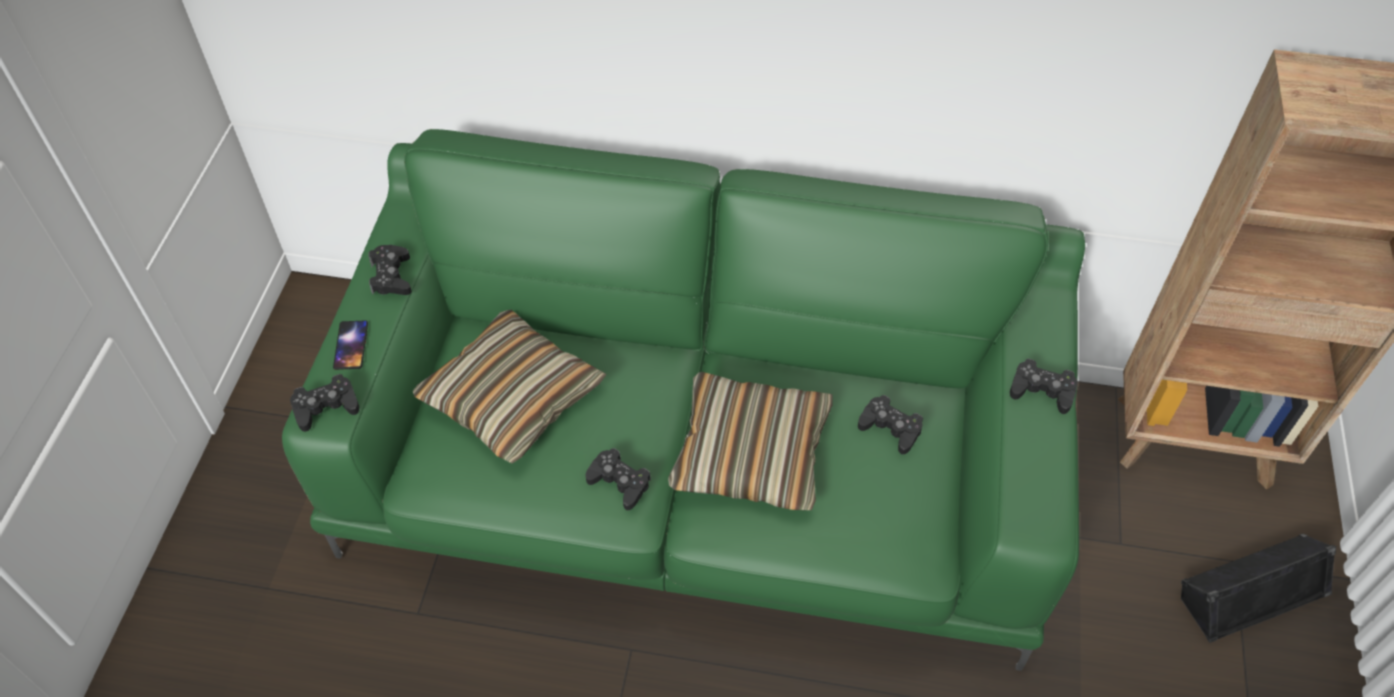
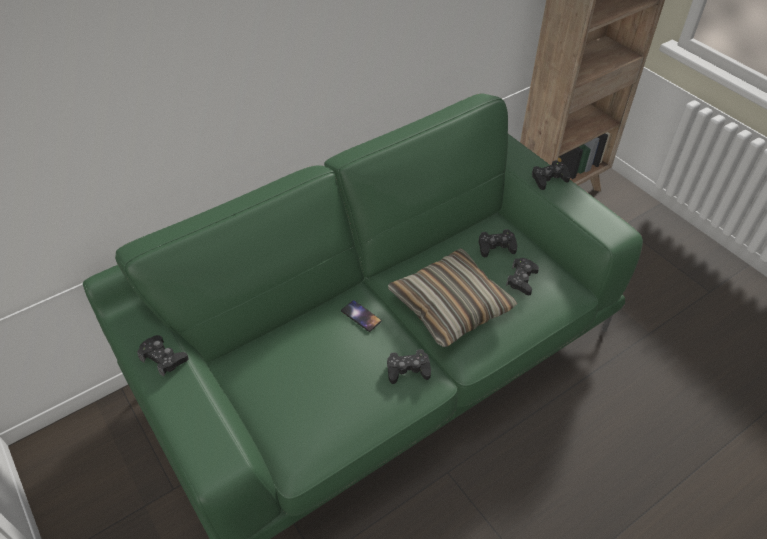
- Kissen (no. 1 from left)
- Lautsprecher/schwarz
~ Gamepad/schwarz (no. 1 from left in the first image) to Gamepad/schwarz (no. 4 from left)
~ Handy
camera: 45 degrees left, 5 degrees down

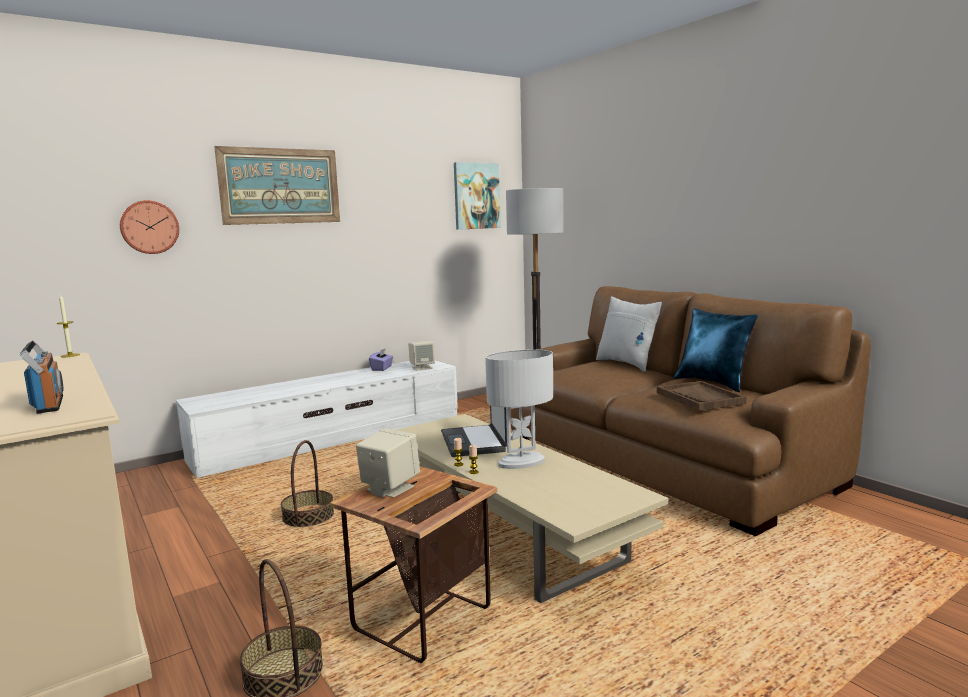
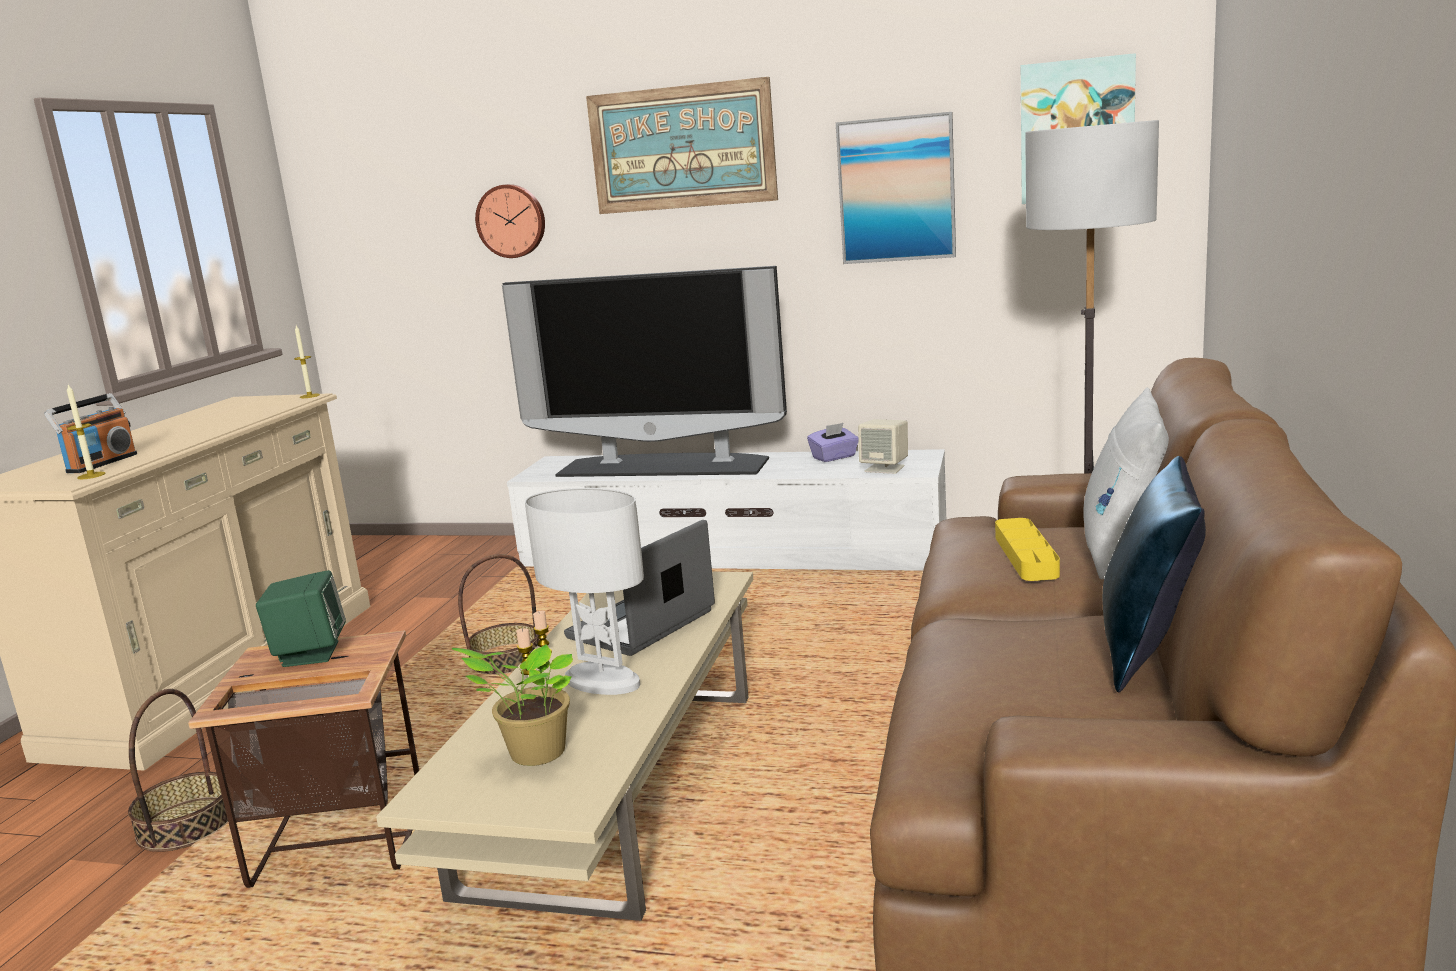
- Tablett/braun
+ Kerze (no. 1 from left)
+ Topfpflanze
+ Fernseher
+ Bild (no. 2 from left)
+ Tablett/gelb
~ Lautsprecher/beige (no. 1 from left) to Lautsprecher/grün
camera: 50 degrees right, 5 degrees up

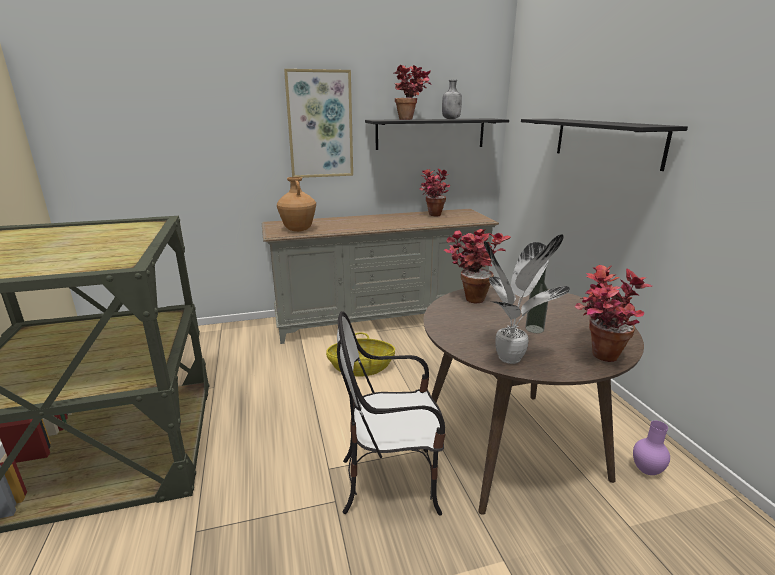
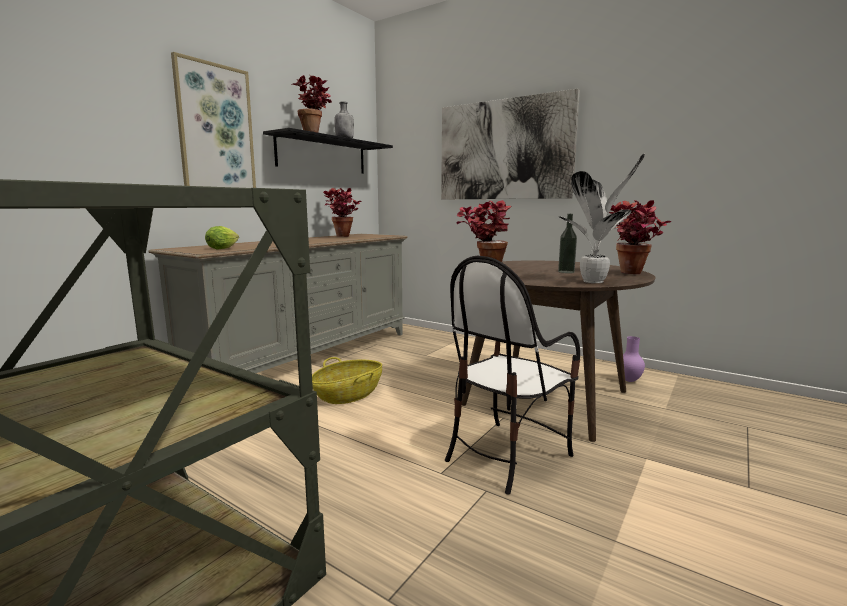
~ Vase/braun to Salatkopf
~ Wandregal/schwarz (no. 2 from left) to Bild (no. 2 from left)
camera: 40 degrees left, 10 degrees down

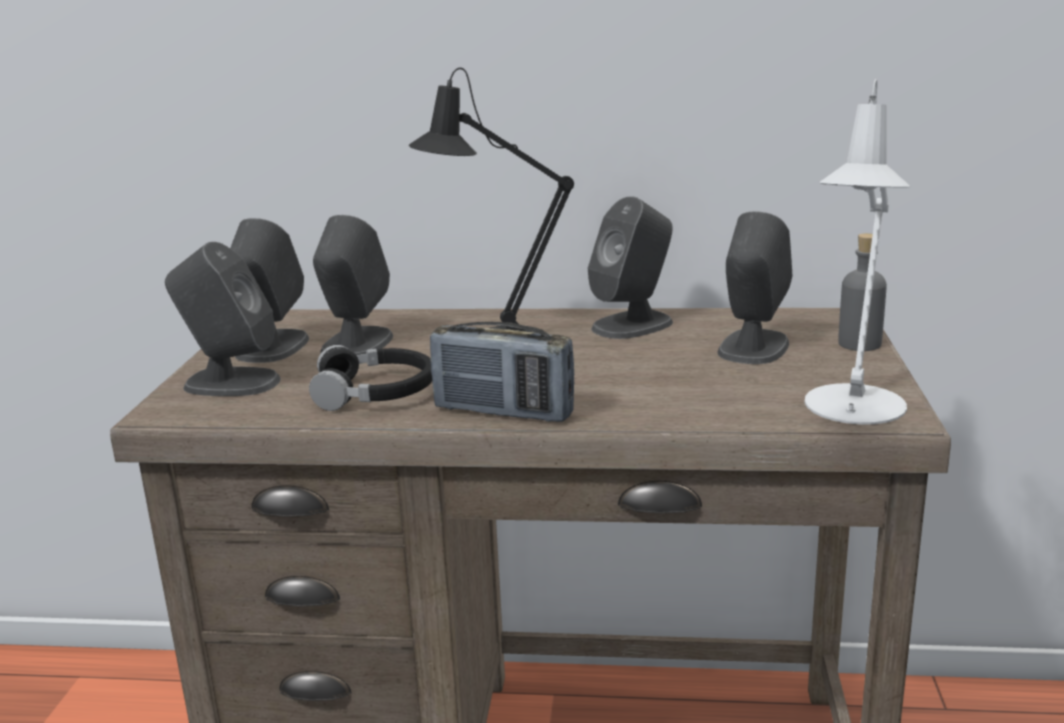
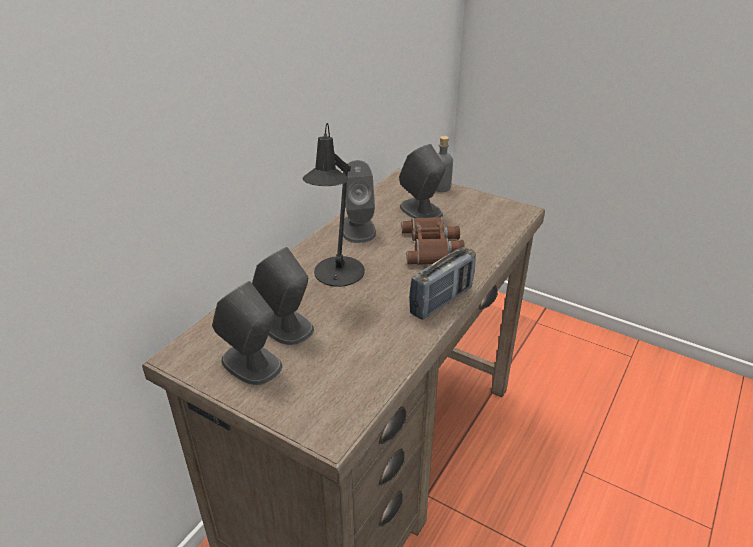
- Lautsprecher/grau (no. 1 from left)
- Kopfhörer/schwarz
- Tischlampe/weiß
+ Fernglas/braun
camera: 65 degrees left, 15 degrees up

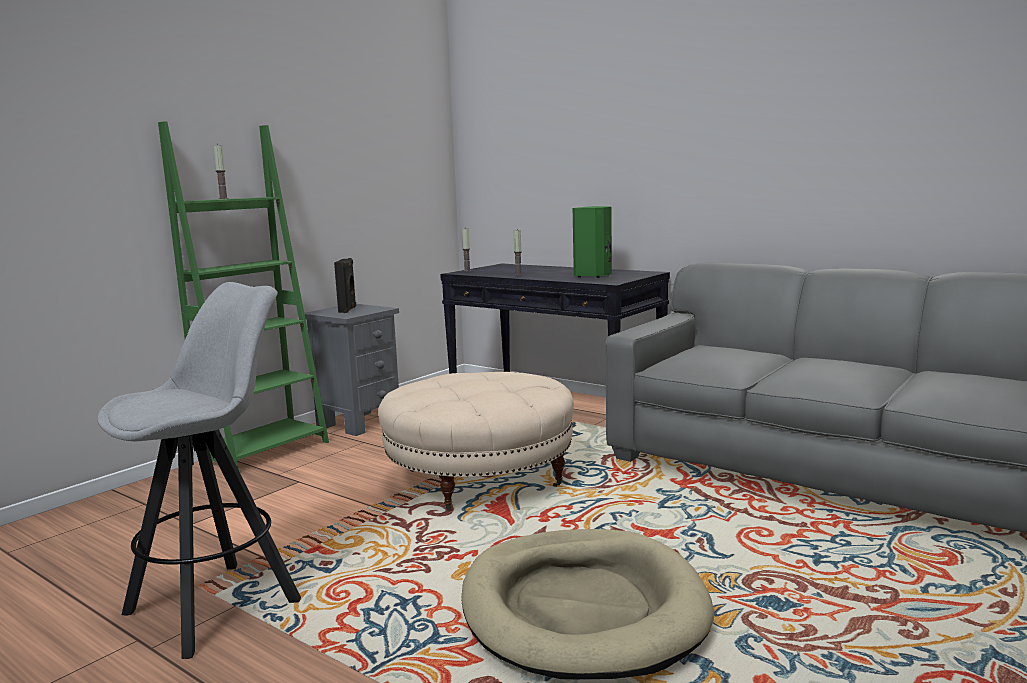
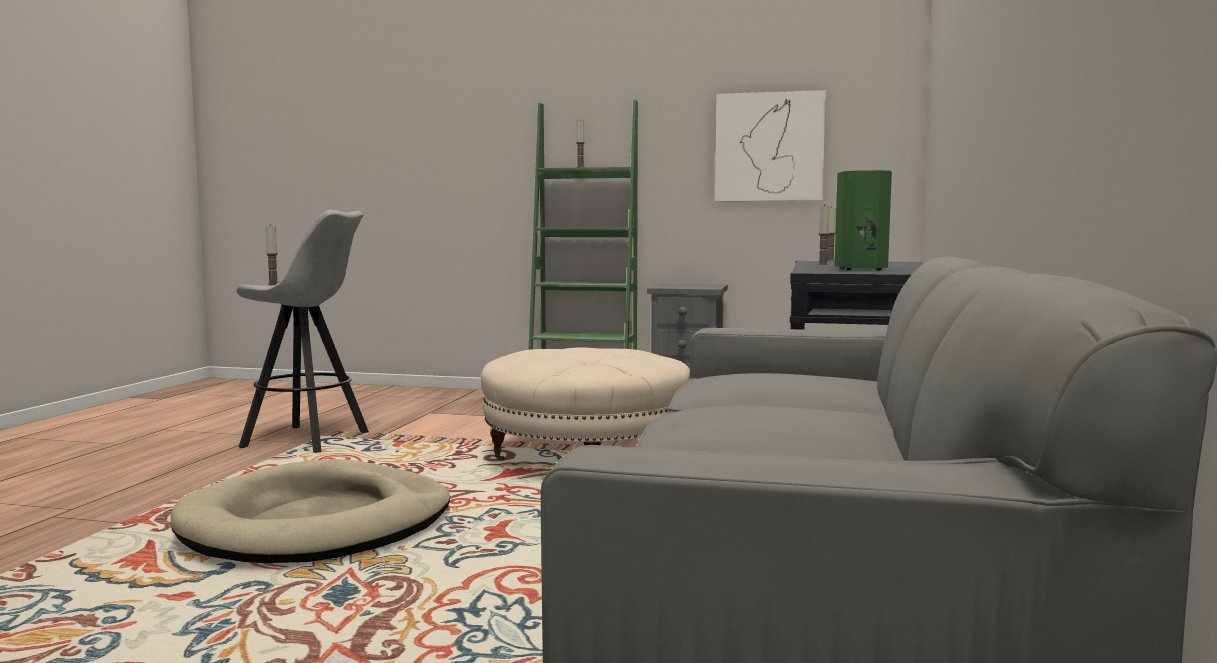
- Lautsprecher/schwarz
+ Kerze (no. 1 from left)
+ Bild
camera: 65 degrees right, 5 degrees down

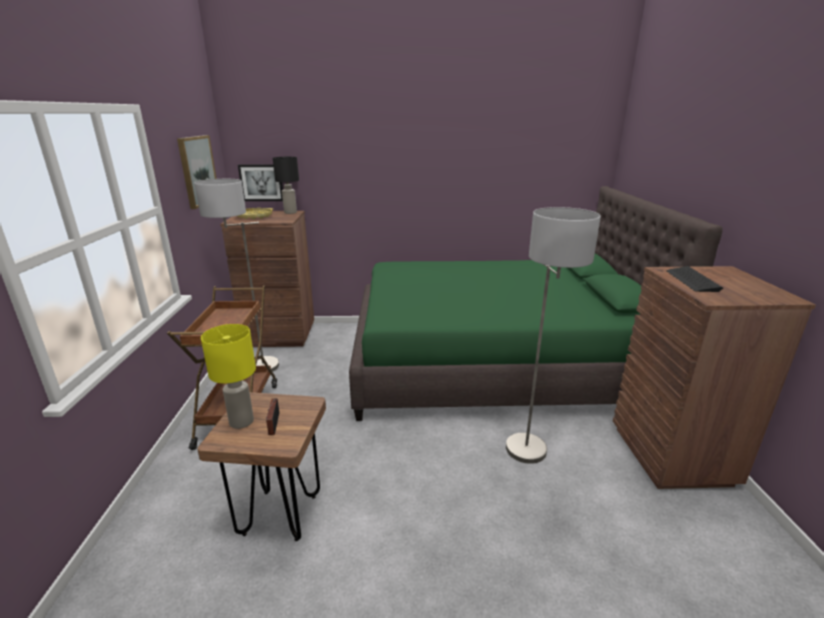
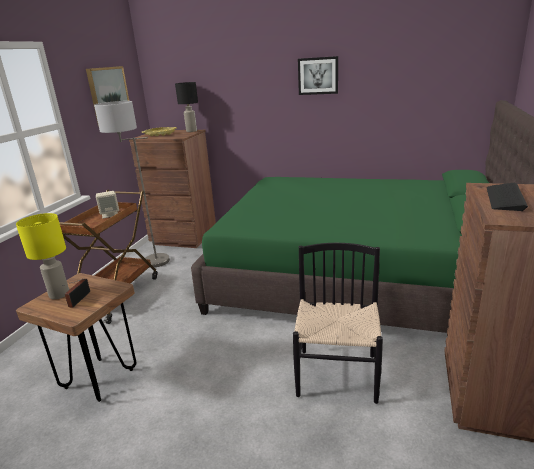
+ Lautsprecher/beige
~ Bild (no. 2 from left)
~ Stehlampe/grau (no. 2 from left) to Stuhl/schwarz
camera: 20 degrees right, 0 degrees up

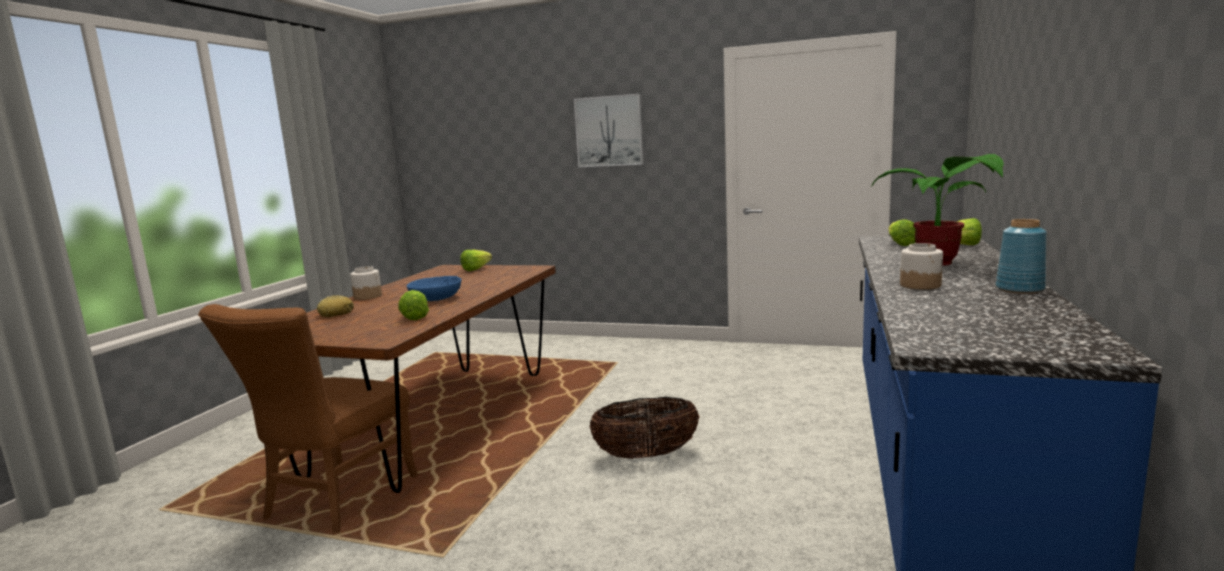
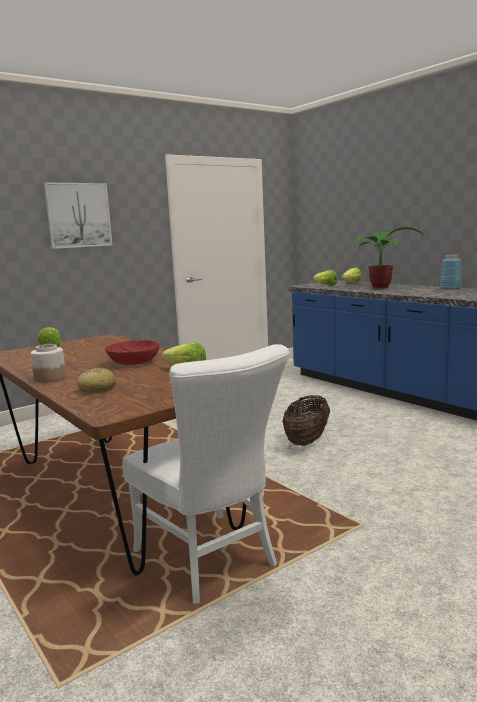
- Vorratsglas (no. 2 from left)
~ Stuhl/braun to Stuhl/weiß
~ Schüssel/blau to Schüssel/rot
camera: 55 degrees left, 0 degrees up

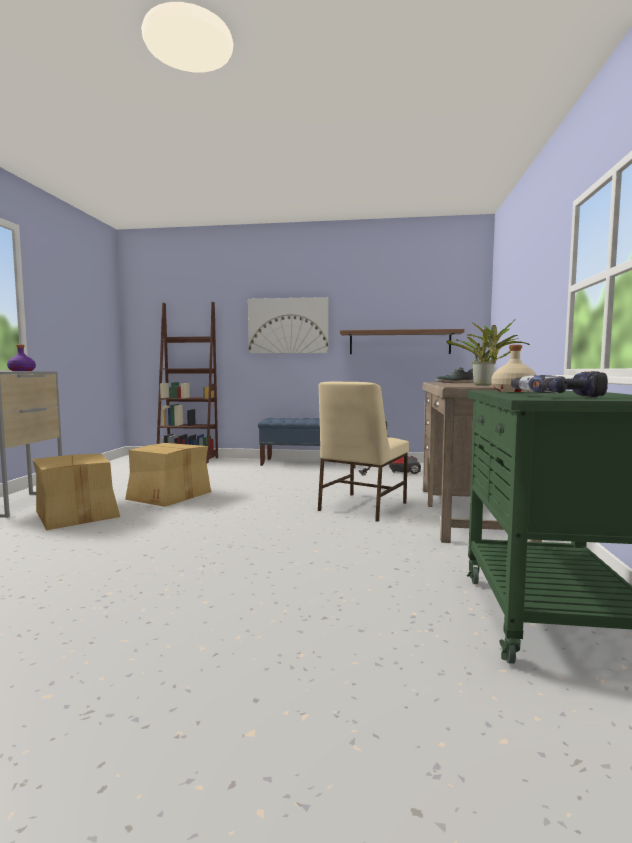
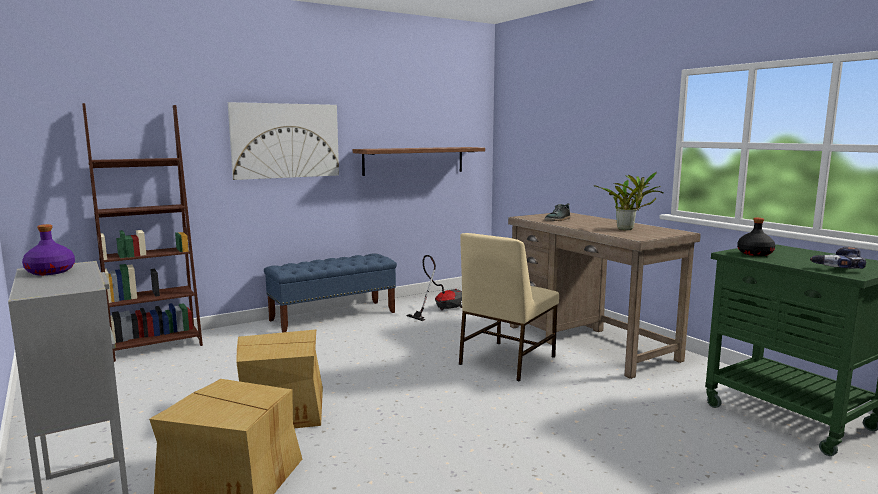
~ Flasche/beige to Flasche/schwarz
~ Stuhl/beige 45 degrees clockwise
camera: 40 degrees left, 5 degrees up

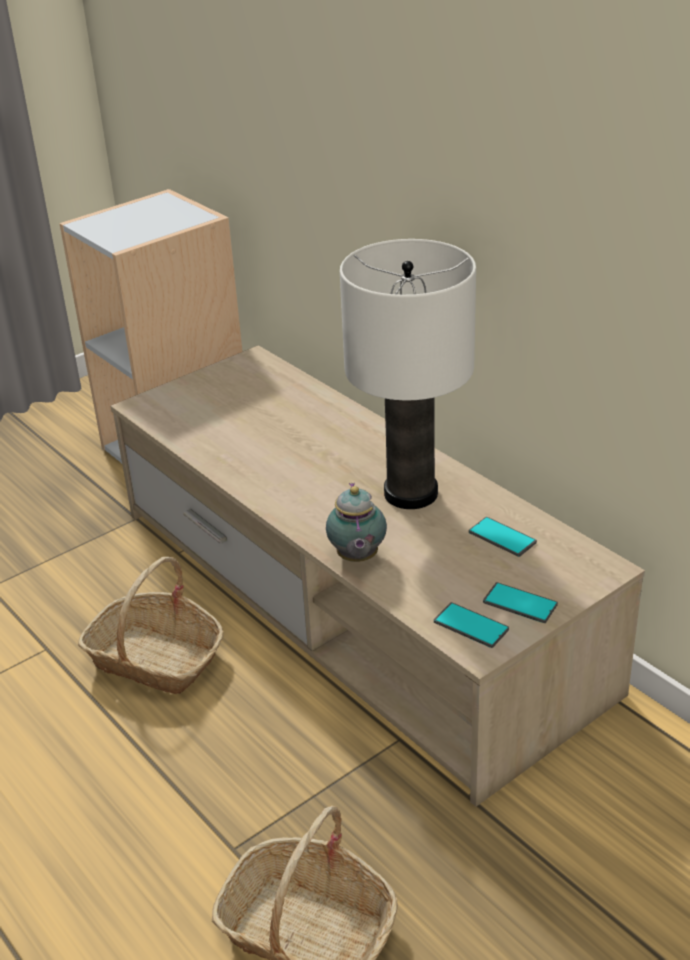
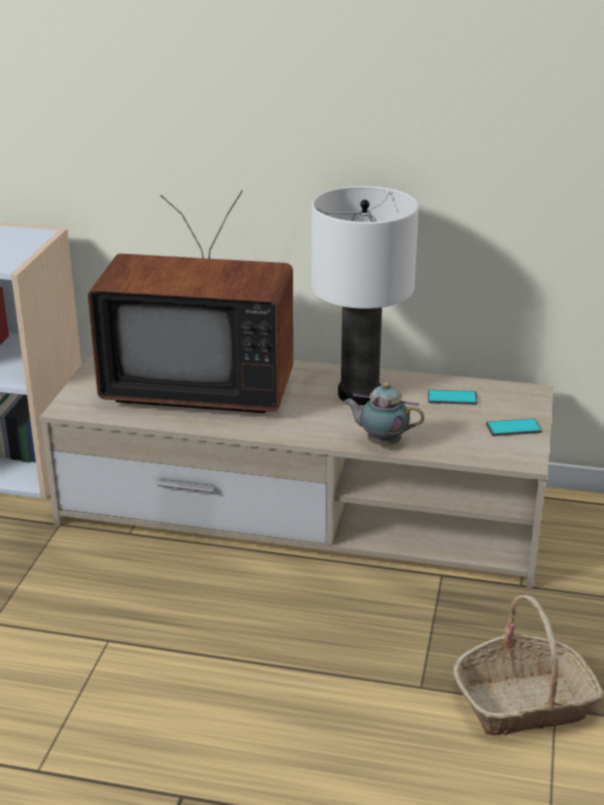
- Korb (no. 1 from left)
- Handy (no. 1 from left)
+ Fernseher
~ Teekanne 150 degrees clockwise
camera: 40 degrees left, 5 degrees down

